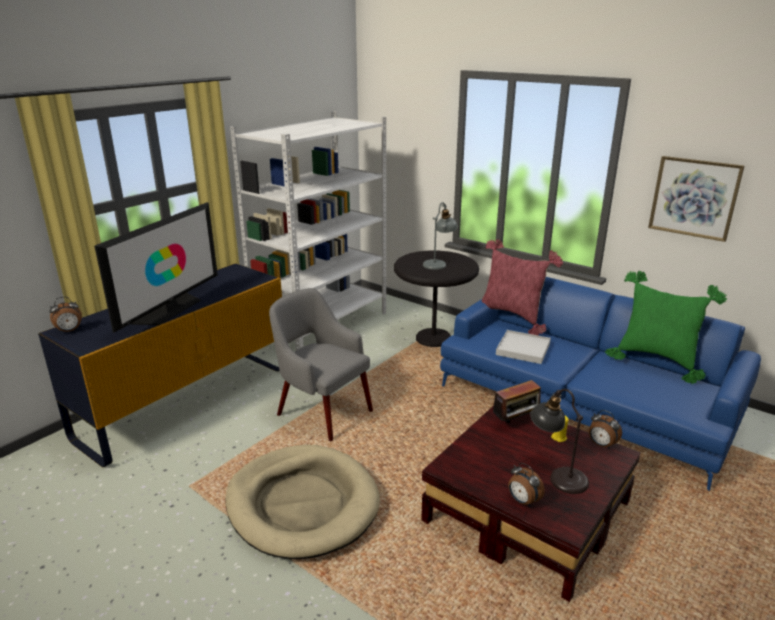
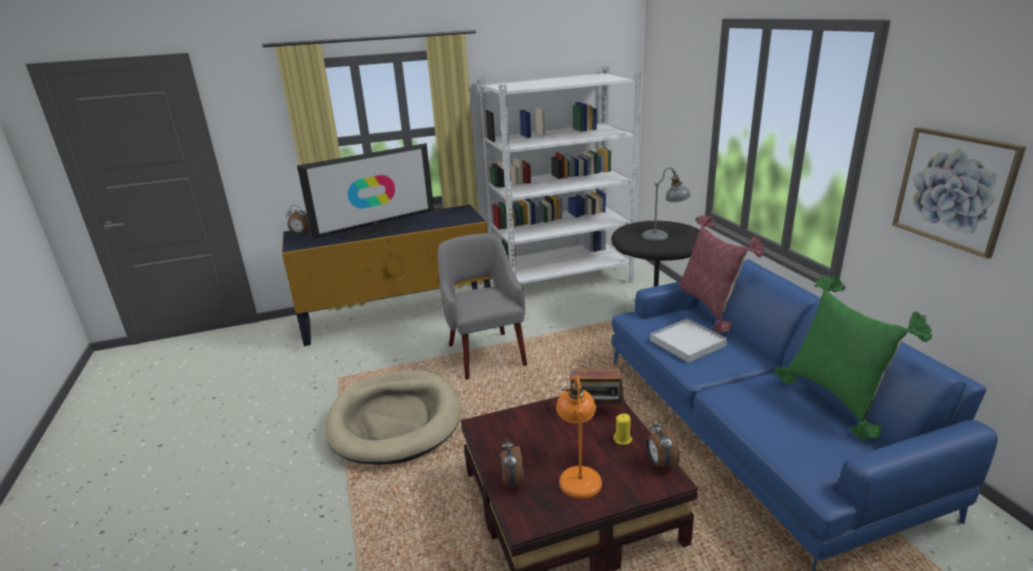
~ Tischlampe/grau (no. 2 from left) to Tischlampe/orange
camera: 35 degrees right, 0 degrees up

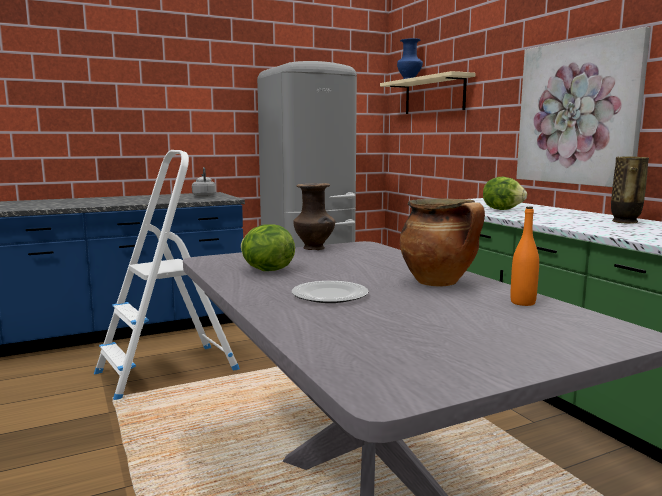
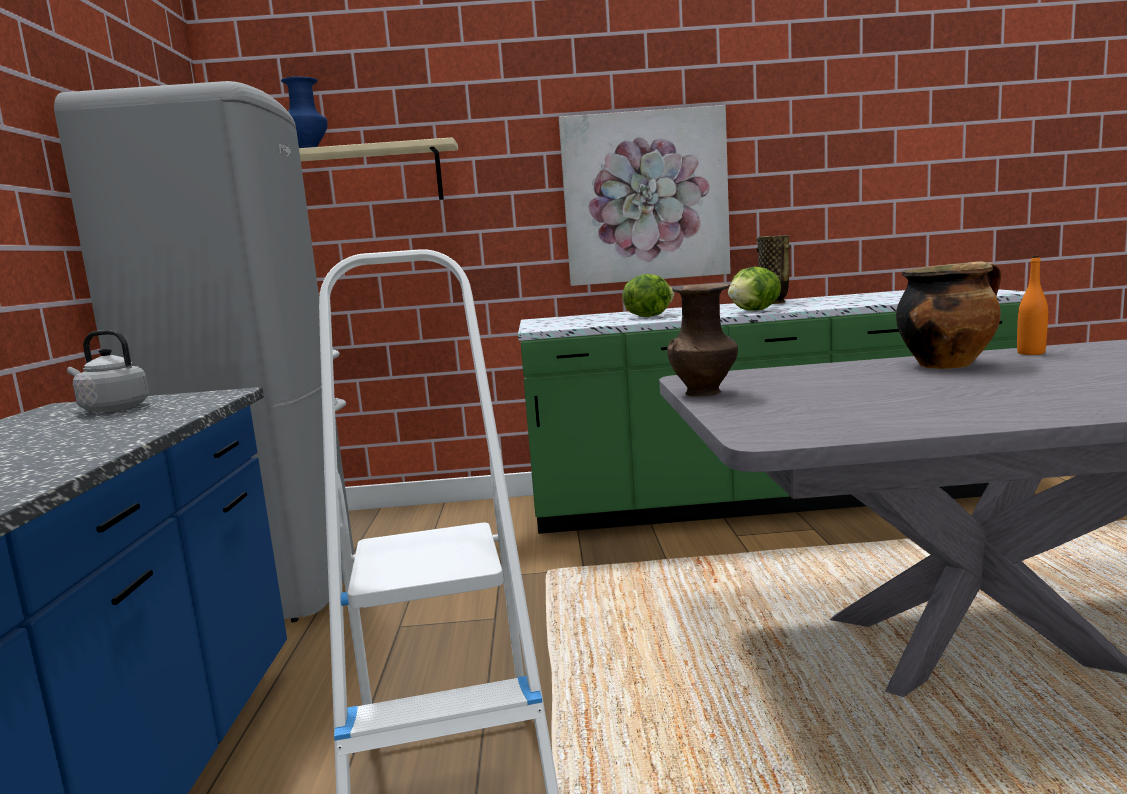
- Teller
~ Salatkopf (no. 1 from left in the first image) to Salatkopf (no. 2 from left)
camera: 65 degrees left, 0 degrees up

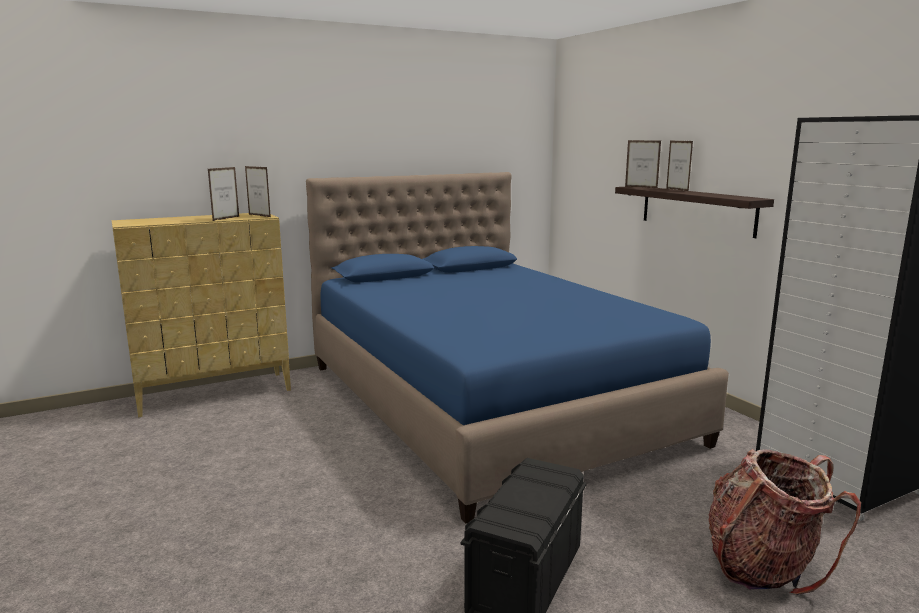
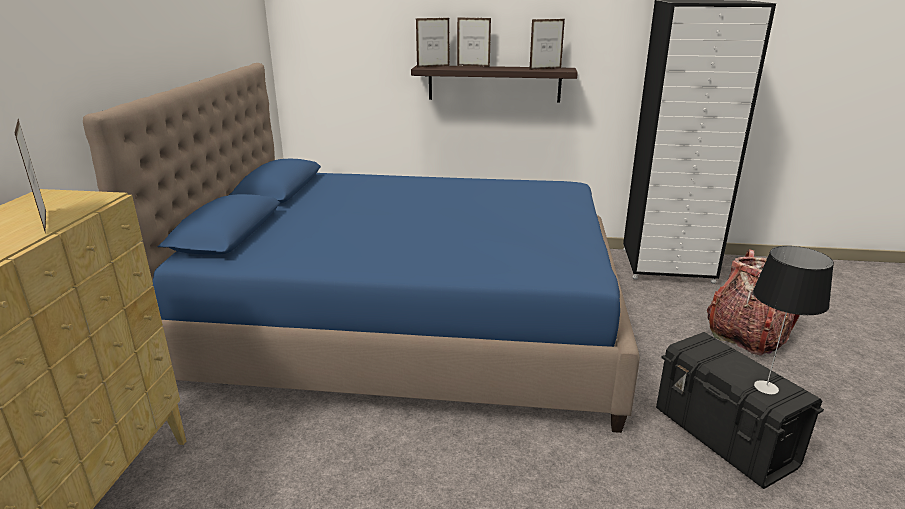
+ Tischlampe
~ Bilderrahmen (no. 2 from left in the first image) to Bilderrahmen (no. 4 from left)
camera: 55 degrees left, 10 degrees up

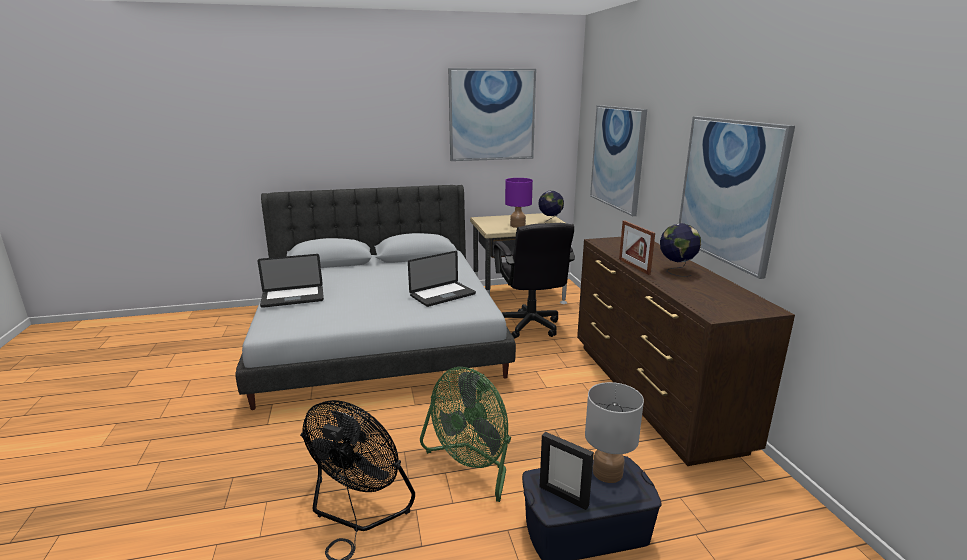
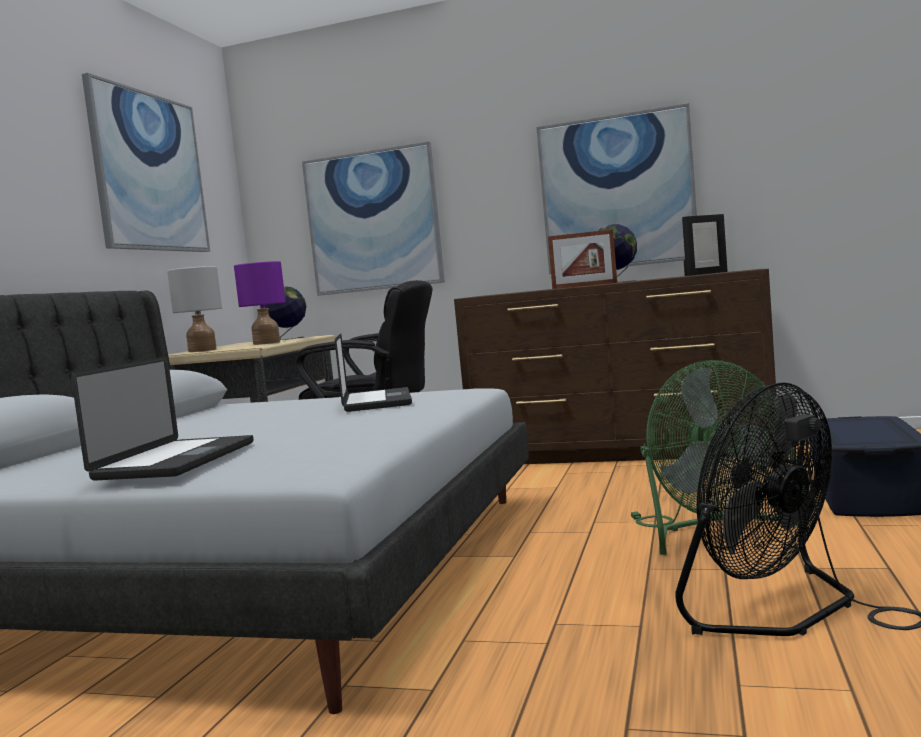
~ Bilderrahmen (no. 1 from left in the first image) to Bilderrahmen (no. 2 from left)
~ Tischlampe/grau
camera: 60 degrees left, 15 degrees down

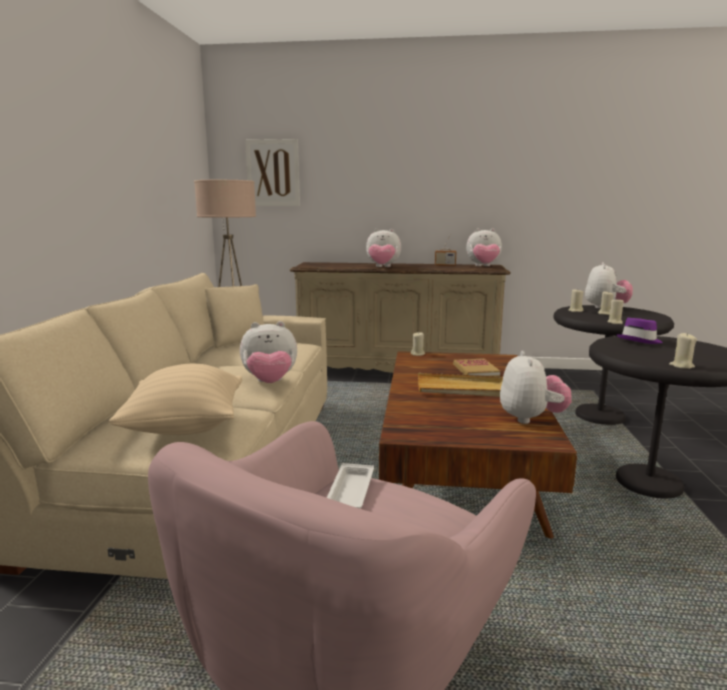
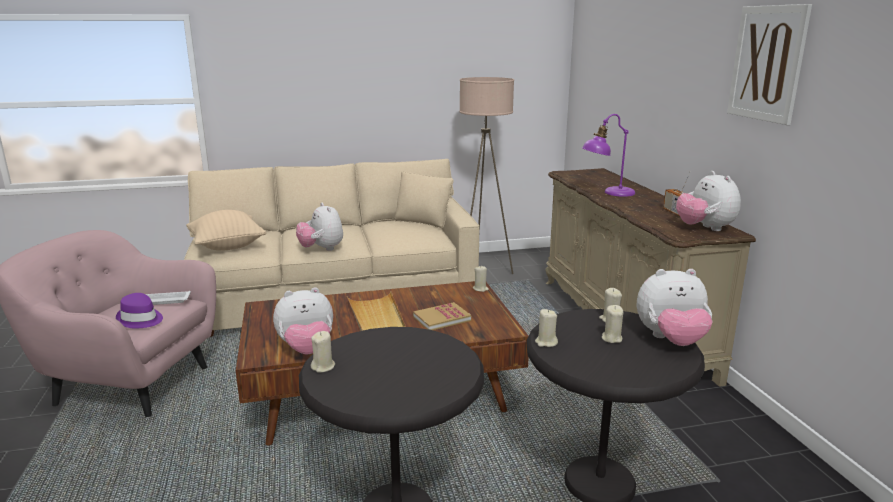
~ Bild
~ Hut/lila
~ Plüschtier (no. 2 from left) to Tischlampe/lila
camera: 70 degrees right, 5 degrees up

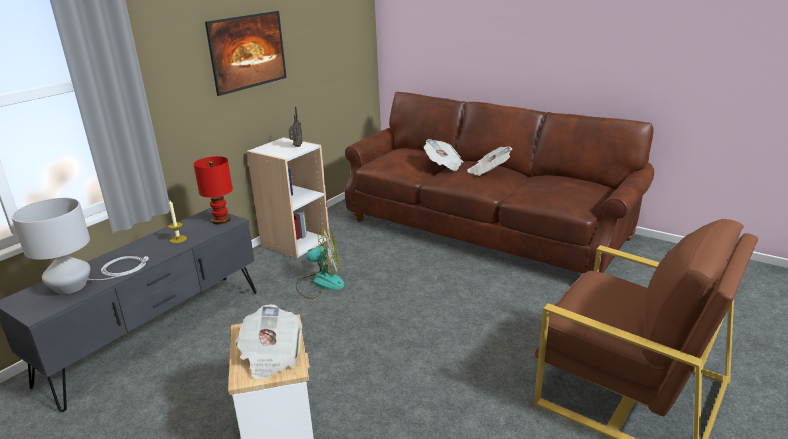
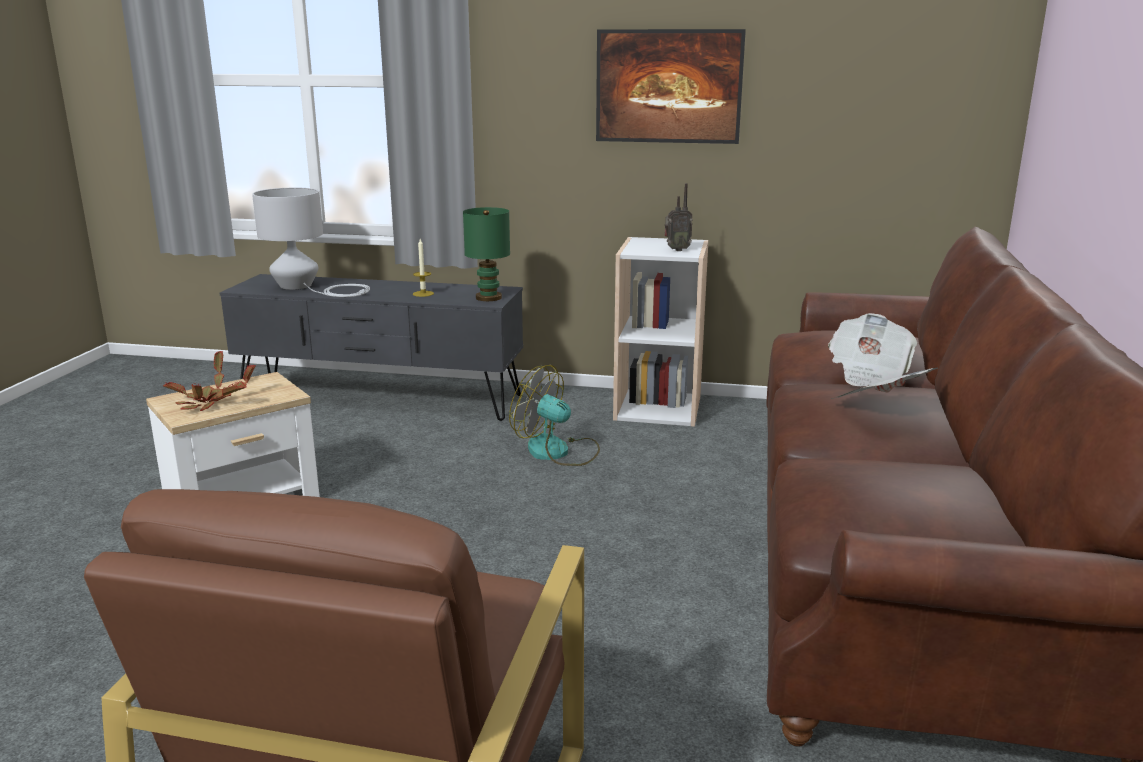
~ Zeitung (no. 1 from left) to Topfpflanze
~ Tischlampe/rot to Tischlampe/grün
~ Ventilator 150 degrees clockwise
camera: 65 degrees right, 5 degrees down

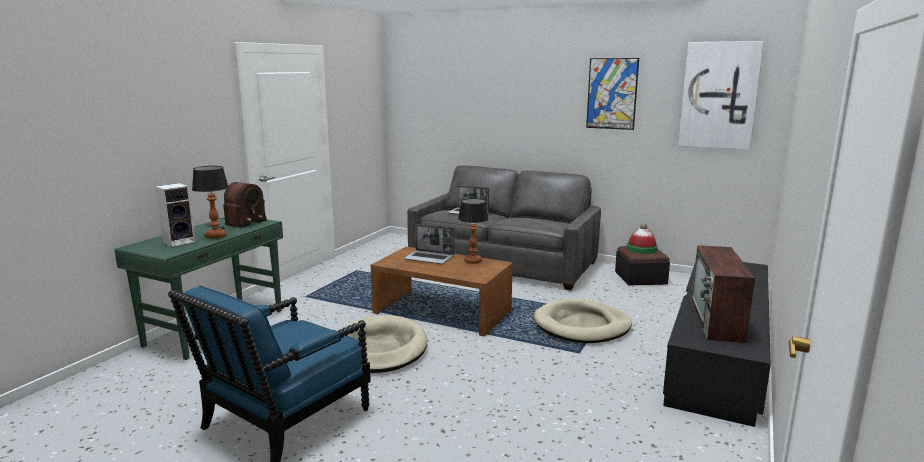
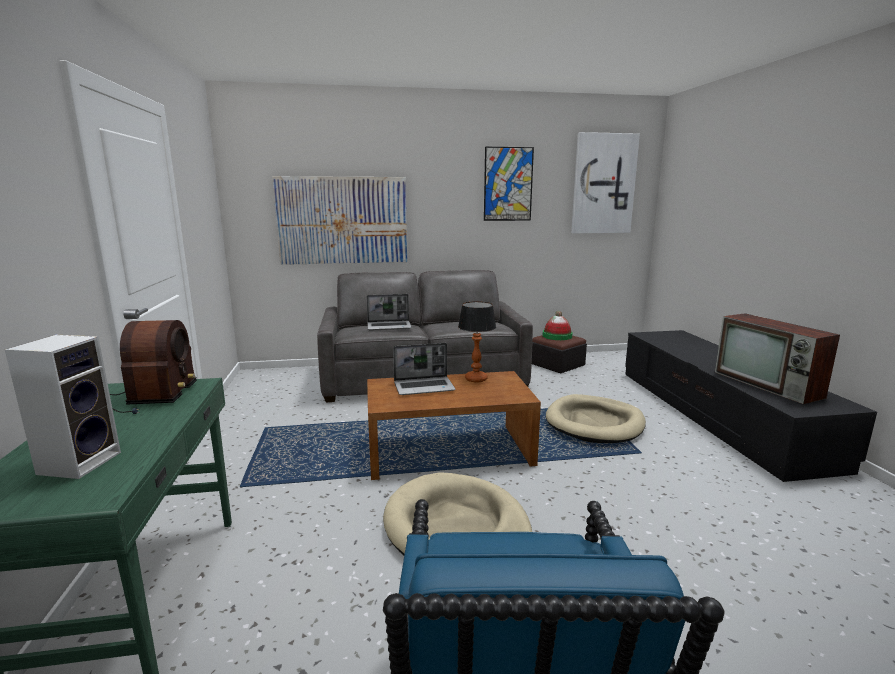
- Tischlampe (no. 1 from left)
+ Bild (no. 1 from left)
camera: 35 degrees left, 0 degrees up

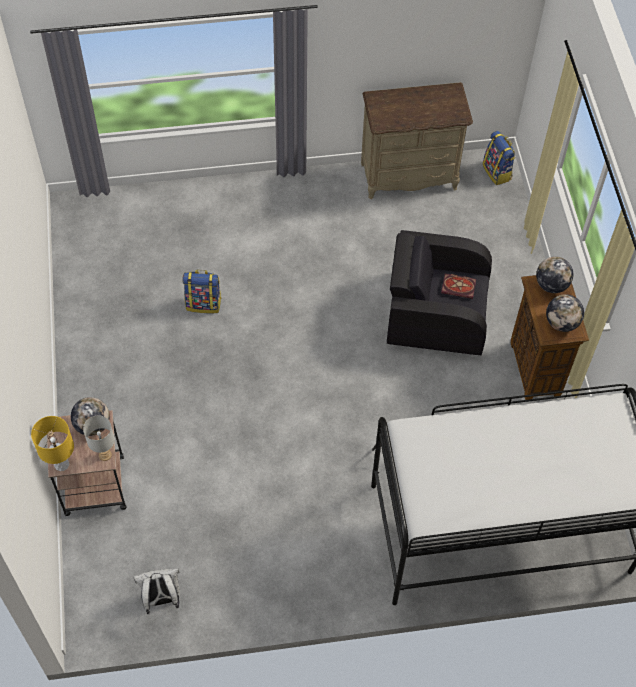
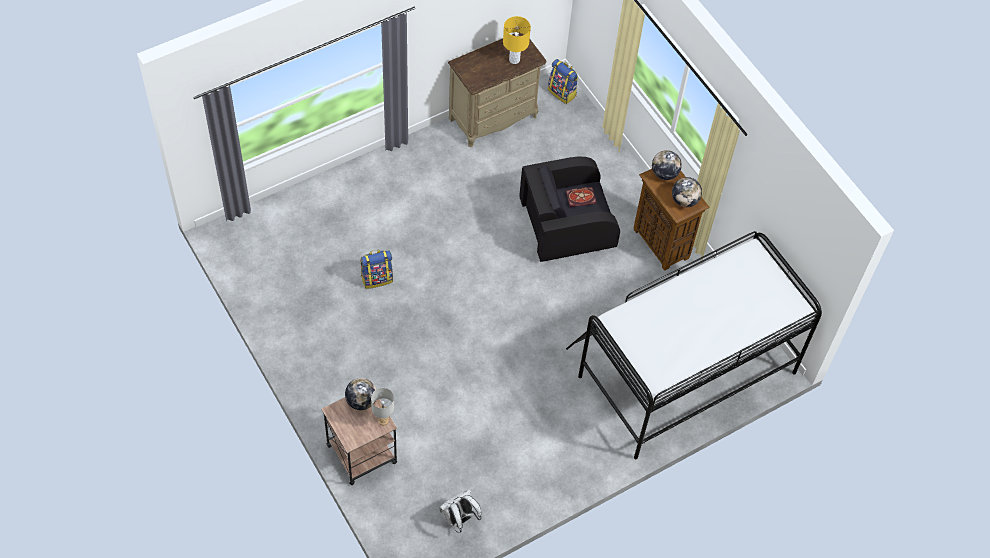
~ Tischlampe/gelb
camera: 25 degrees left, 0 degrees up

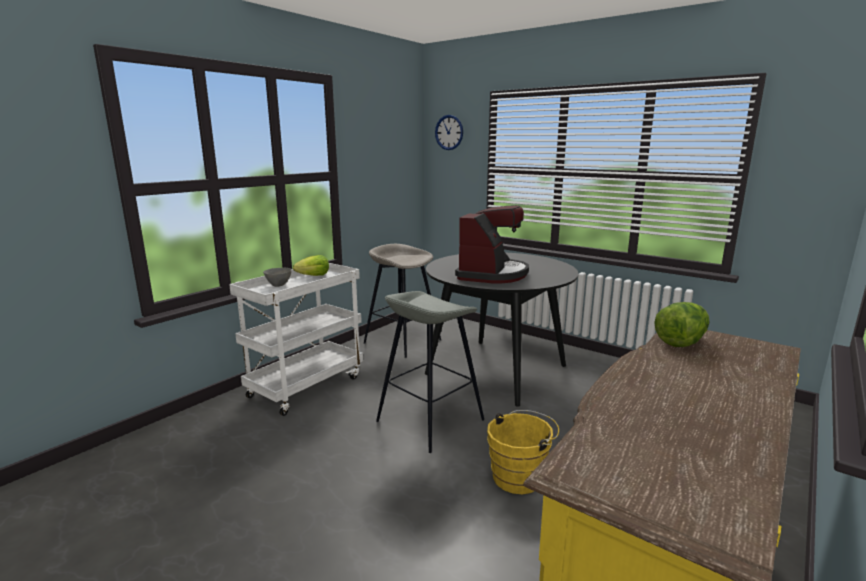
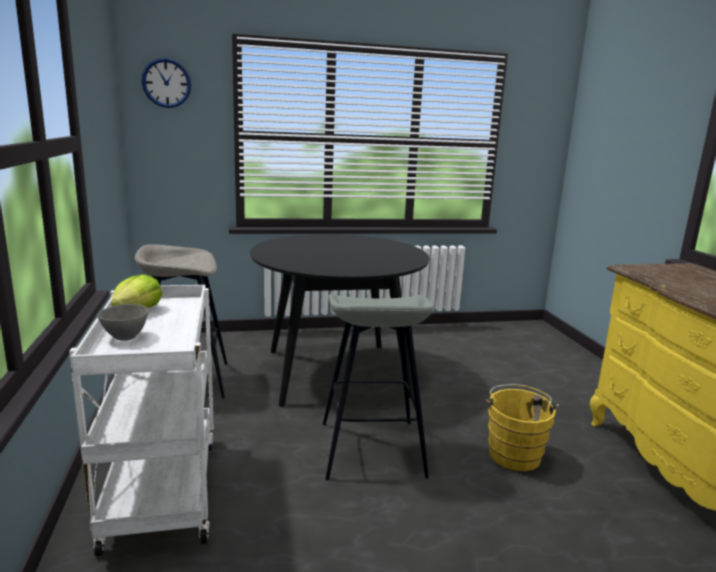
- Kaffeemaschine
- Salatkopf (no. 2 from left)
camera: 50 degrees left, 0 degrees up

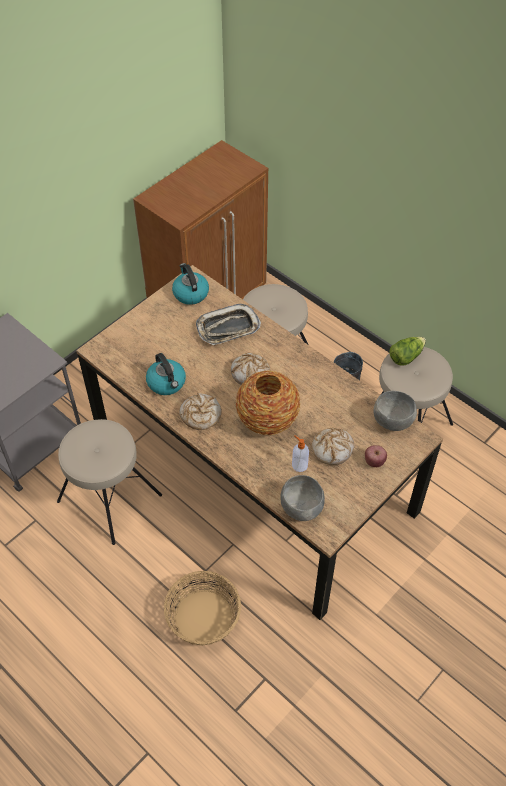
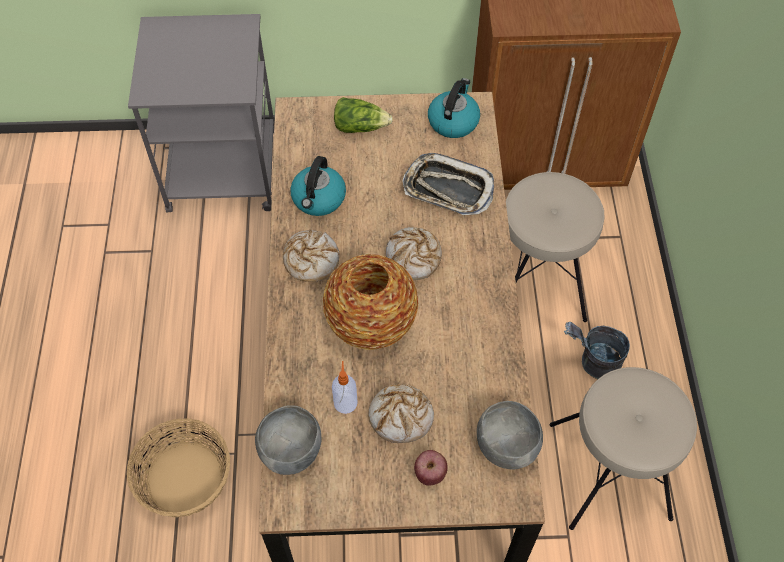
- Hocker/beige (no. 1 from left)
~ Salatkopf
camera: 45 degrees right, 5 degrees up

